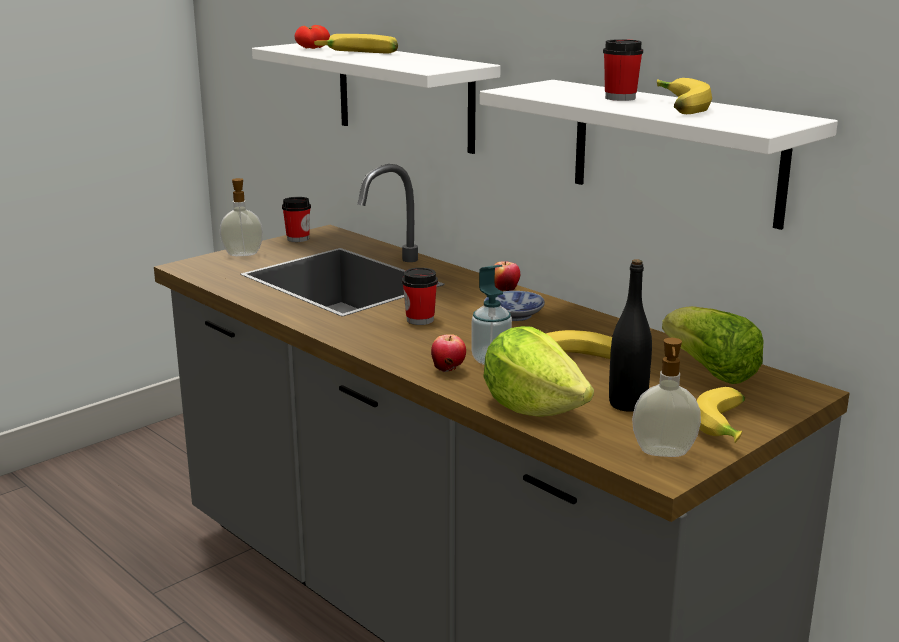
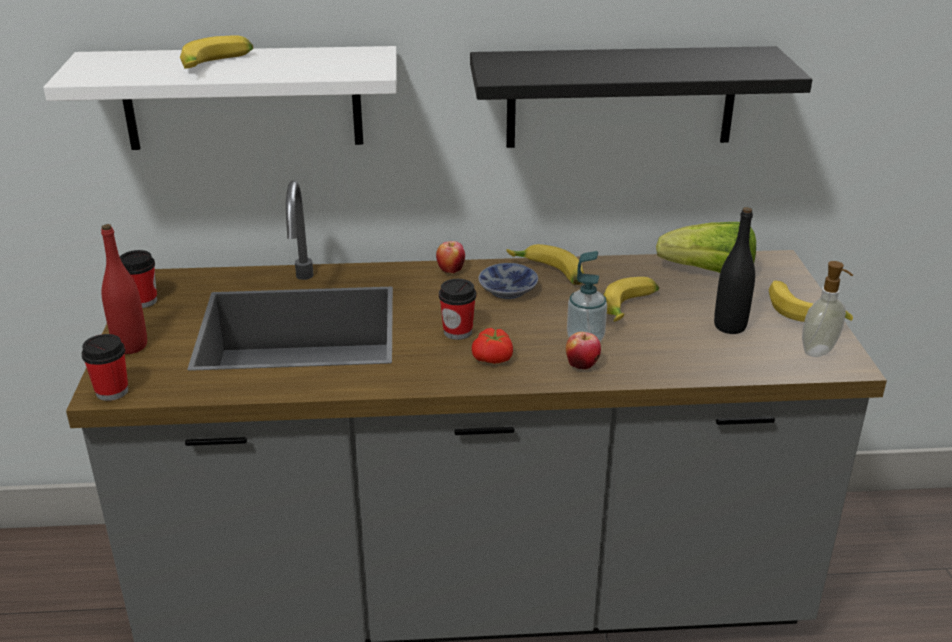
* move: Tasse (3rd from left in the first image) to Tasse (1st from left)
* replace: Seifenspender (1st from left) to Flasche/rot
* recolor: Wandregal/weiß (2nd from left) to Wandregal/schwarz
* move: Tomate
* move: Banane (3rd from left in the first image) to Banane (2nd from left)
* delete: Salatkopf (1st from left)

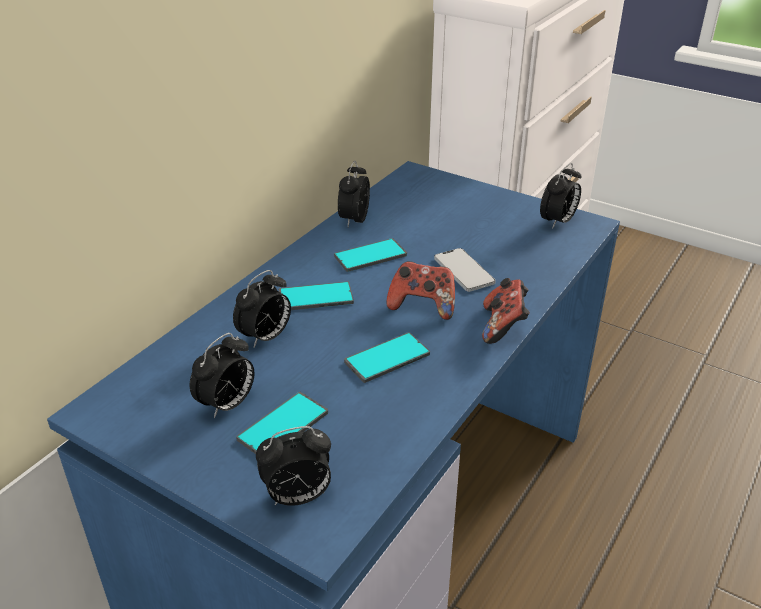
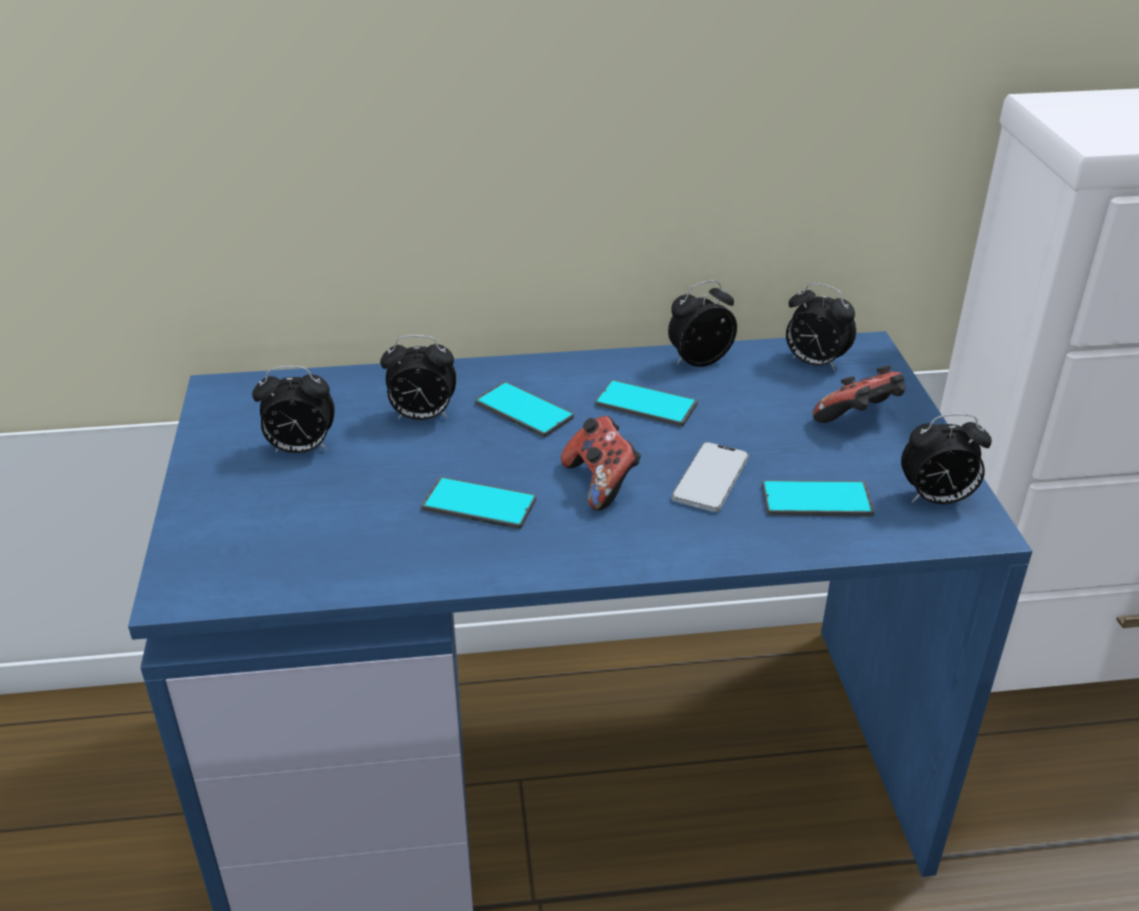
* move: Handy (1st from left in the first image) to Handy (5th from left)
* move: Wecker (3rd from left in the first image) to Wecker (4th from left)
* move: Gamepad (2nd from left)

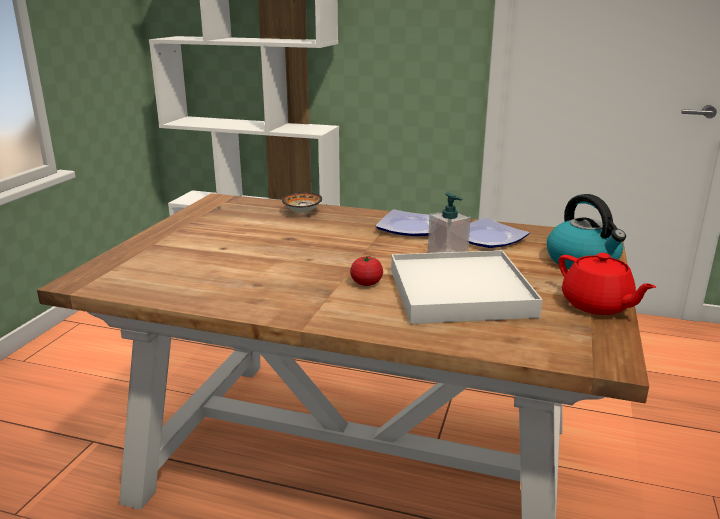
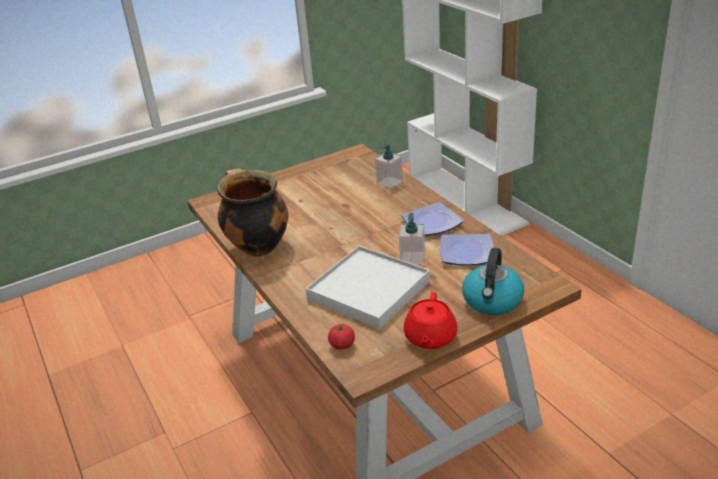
* insert: Kochtopf
* move: Tomate
* replace: Schüssel to Seifenspender (1st from left)

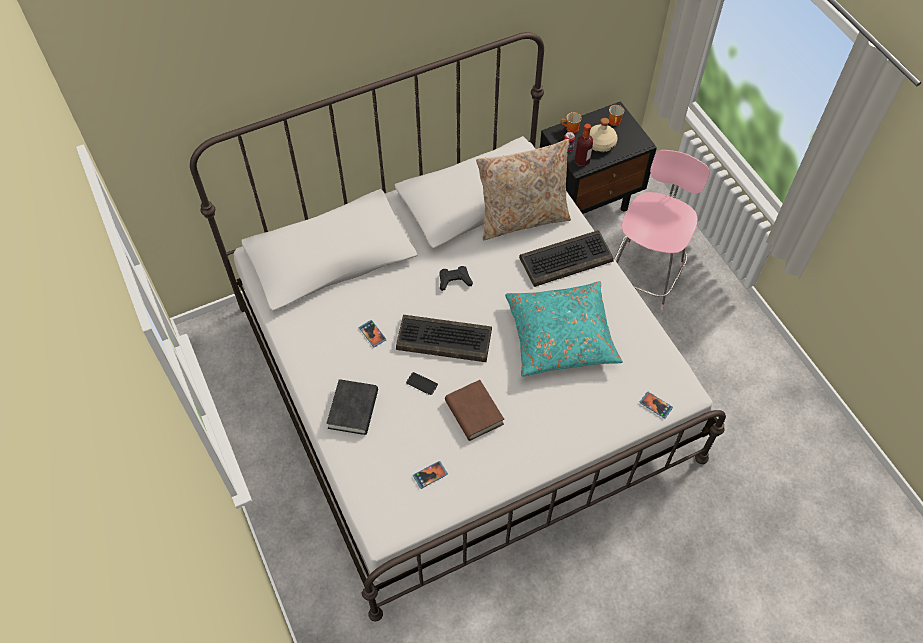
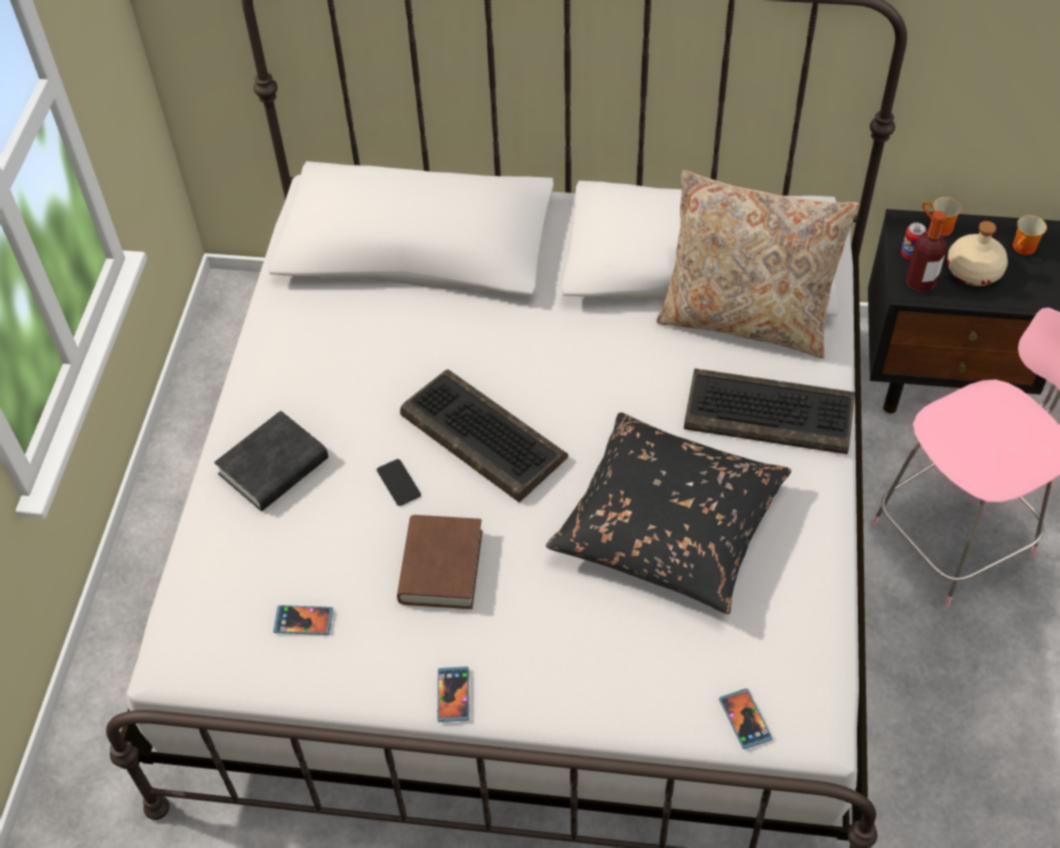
* move: Handy (1st from left in the first image) to Handy (3rd from left)
* recolor: Kissen/türkis to Kissen/schwarz
* delete: Gamepad/schwarz

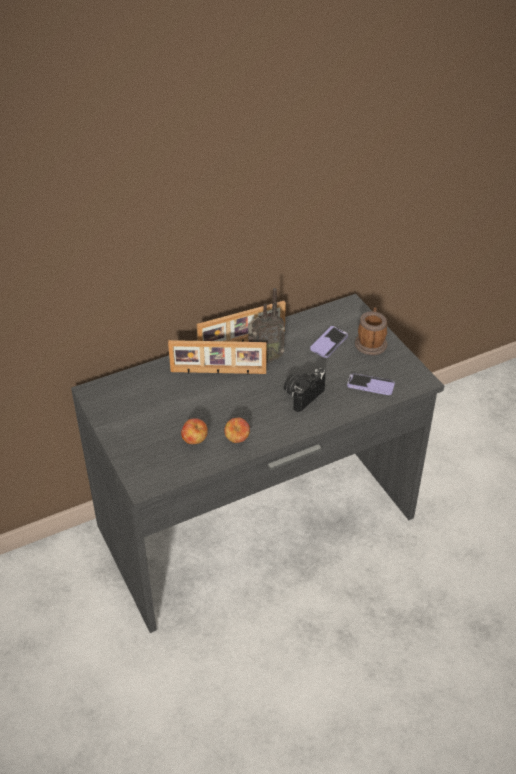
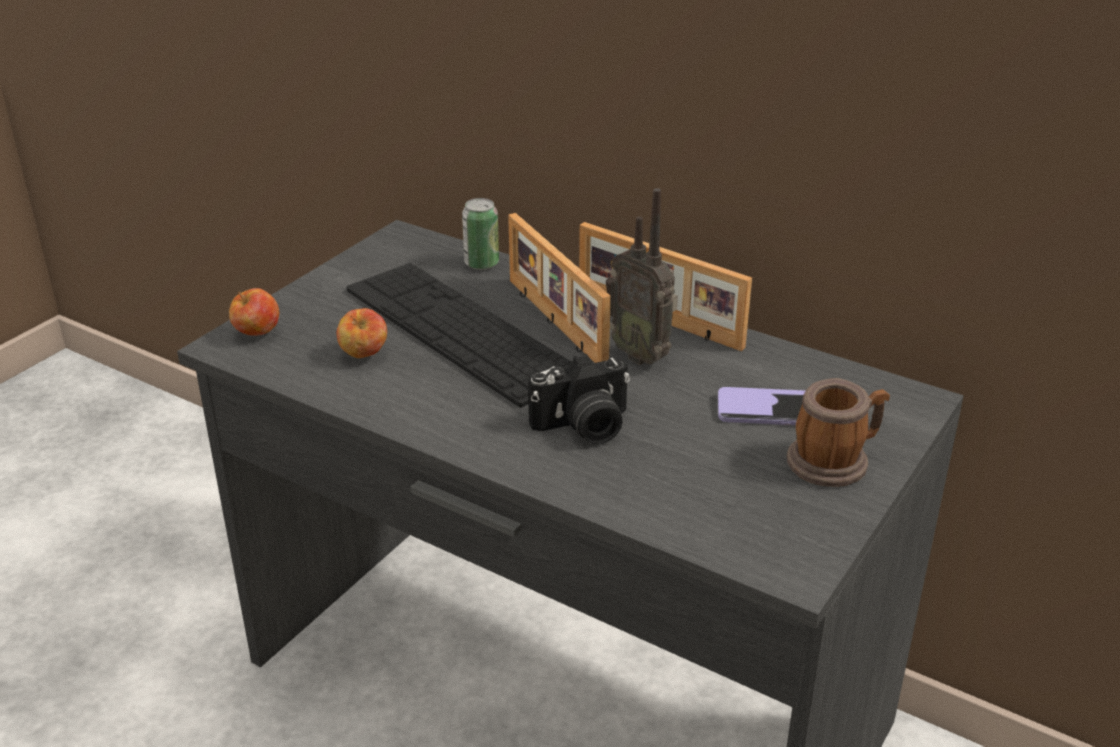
* move: Apfel (2nd from left in the first image) to Apfel (1st from left)
* insert: Tastatur
* insert: Dose
* rotate: Kamera 150 degrees clockwise
* delete: Handy (2nd from left)

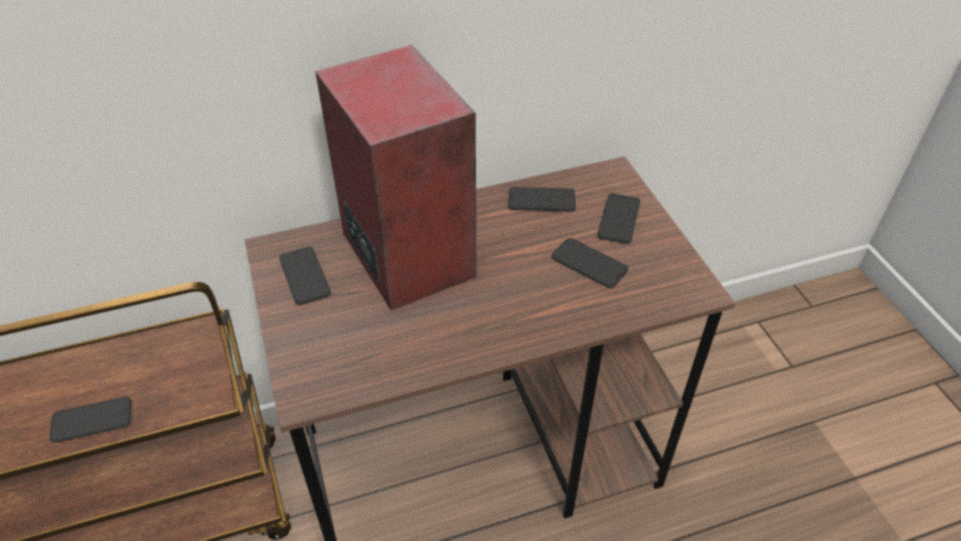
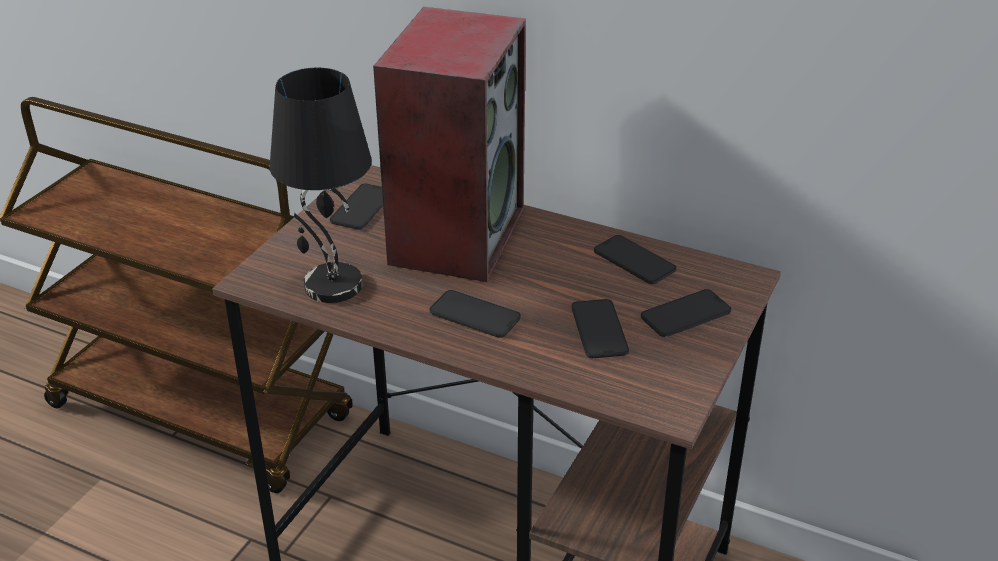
* insert: Tischlampe/schwarz
* move: Handy (1st from left in the first image) to Handy (2nd from left)

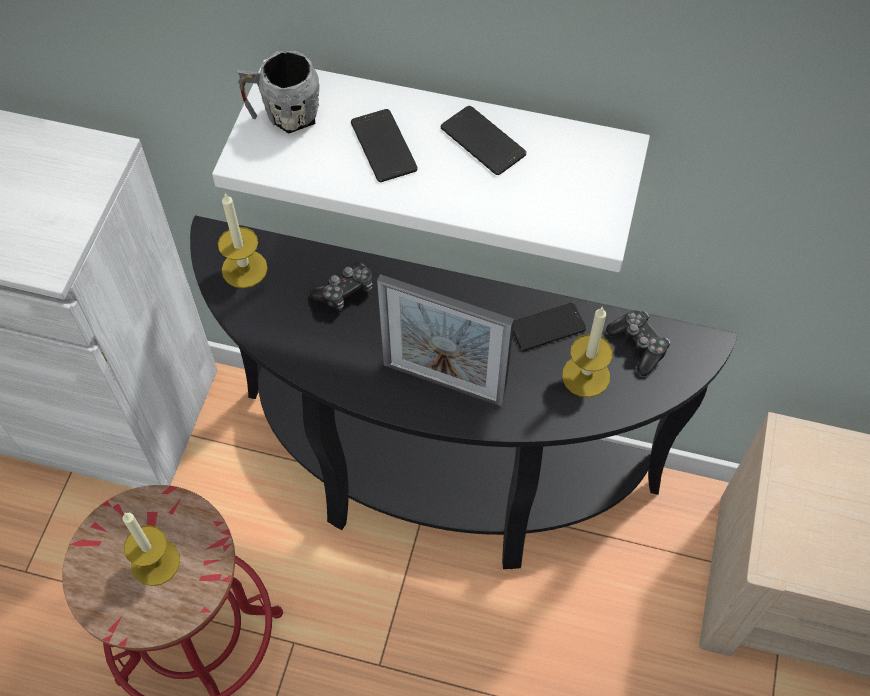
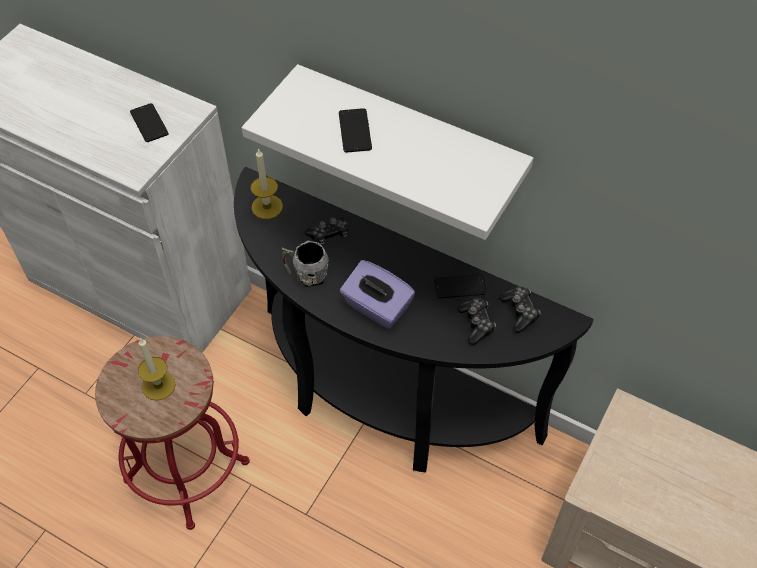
* move: Handy (2nd from left in the first image) to Handy (1st from left)
* move: Henkelbecher/grau
* replace: Bilderrahmen to Taschentuchbox/lila
* replace: Kerze (3rd from left) to Gamepad (2nd from left)

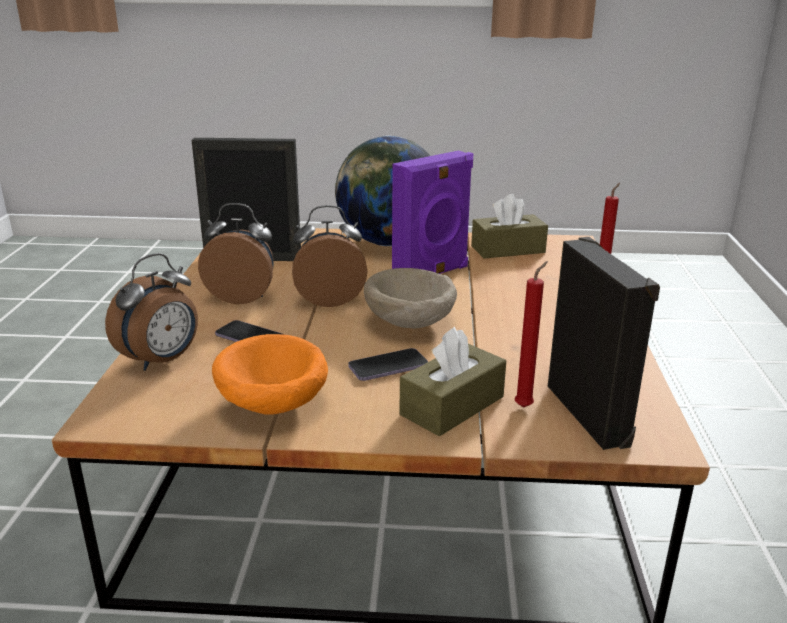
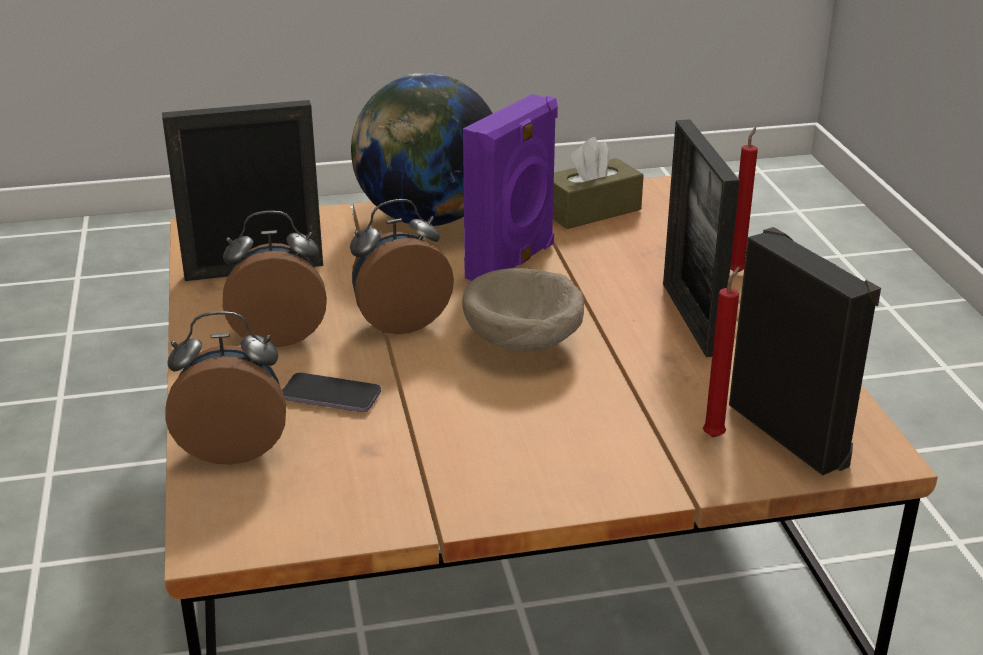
* rotate: Wecker (1st from left) 120 degrees counterclockwise
* insert: Bilderrahmen (2nd from left)
* delete: Schüssel/orange
* delete: Handy (2nd from left)
* delete: Taschentuchbox/braun (1st from left)

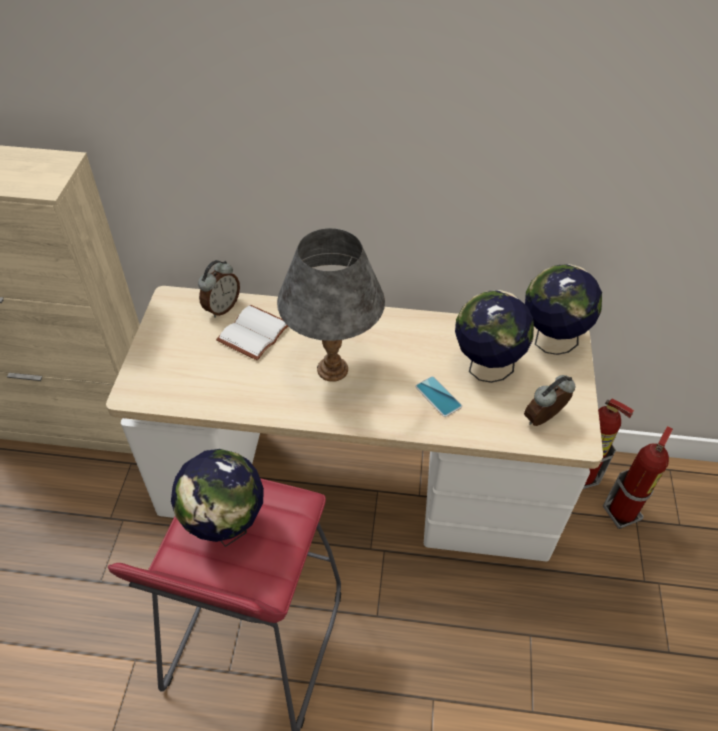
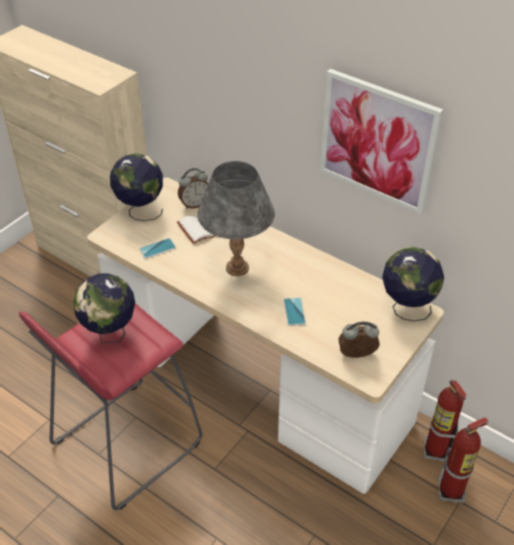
* move: Globus (2nd from left)
* insert: Handy (1st from left)
* insert: Bild

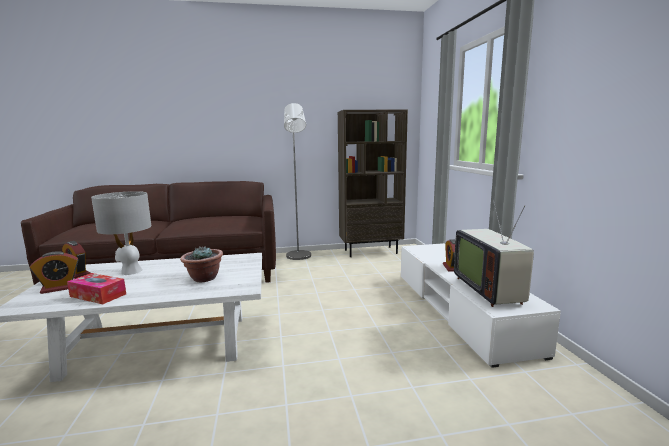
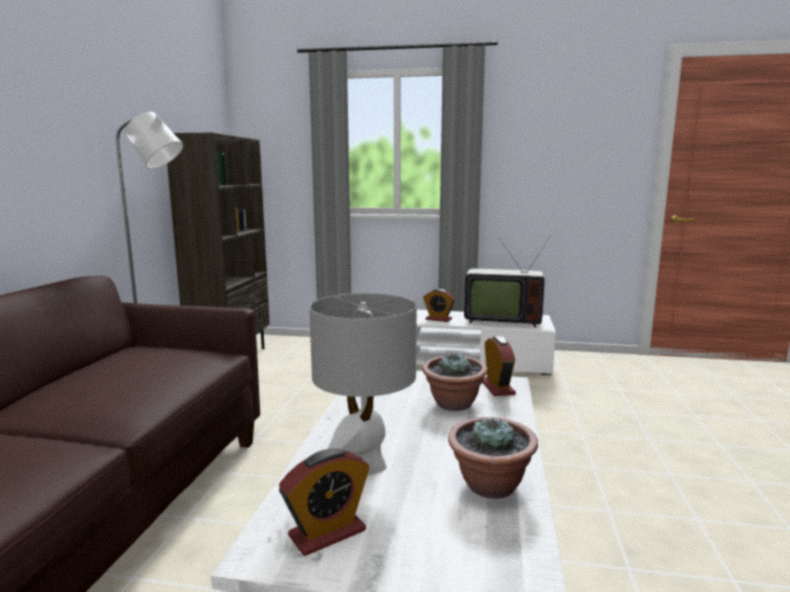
* replace: Taschentuchbox to Topfpflanze (2nd from left)
* move: Wecker (1st from left in the first image) to Wecker (3rd from left)

